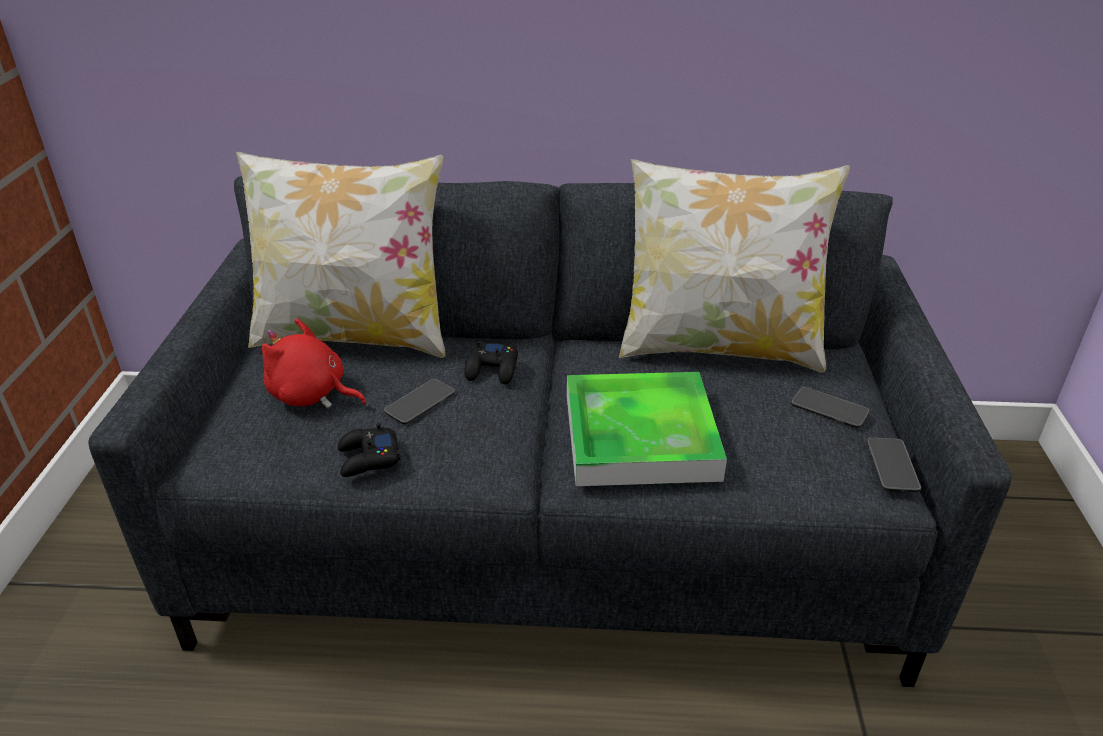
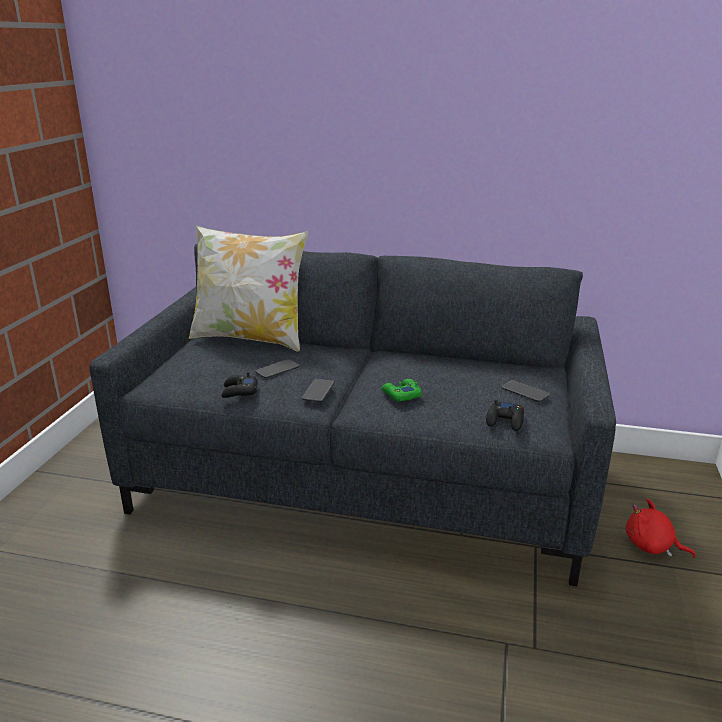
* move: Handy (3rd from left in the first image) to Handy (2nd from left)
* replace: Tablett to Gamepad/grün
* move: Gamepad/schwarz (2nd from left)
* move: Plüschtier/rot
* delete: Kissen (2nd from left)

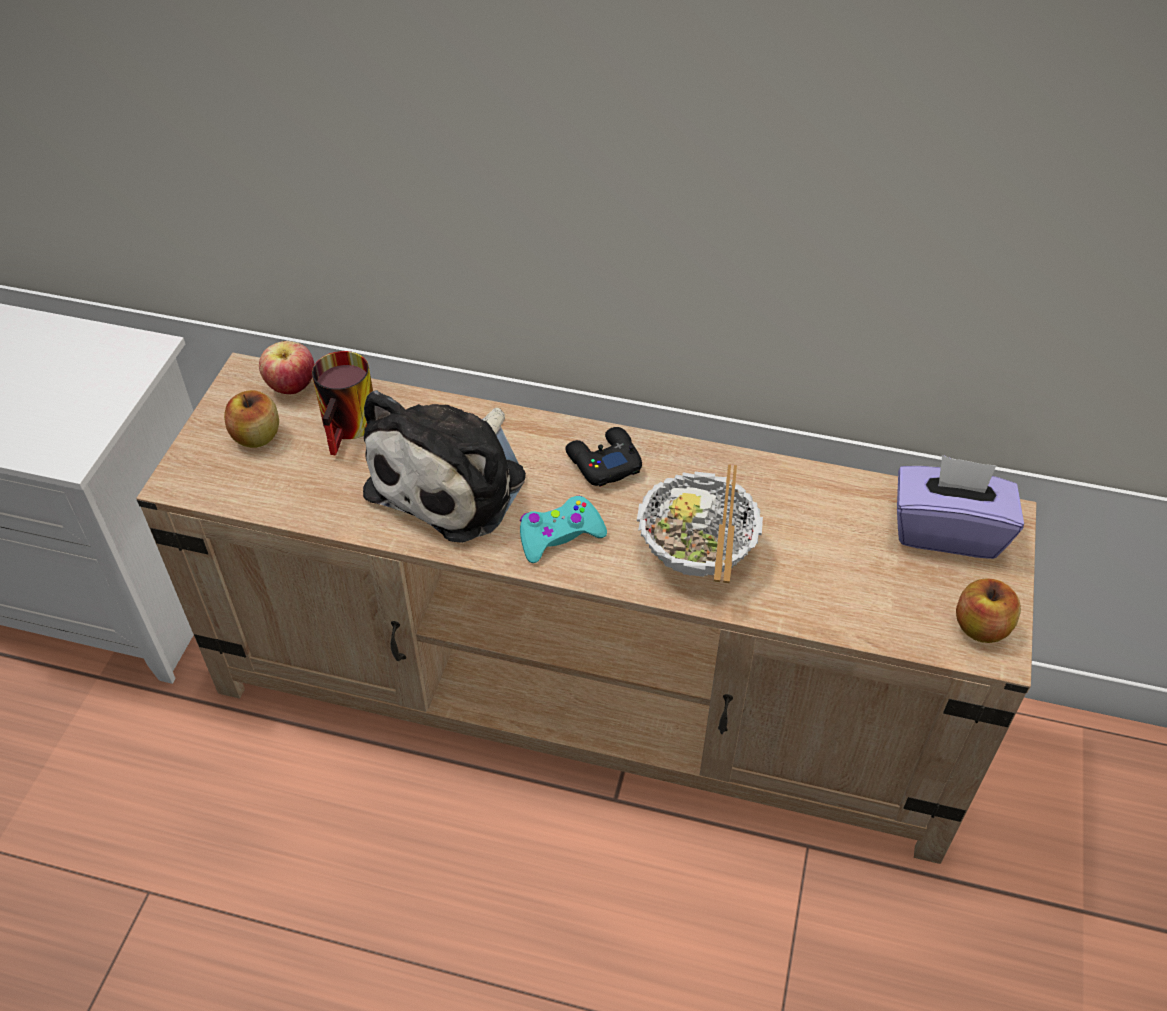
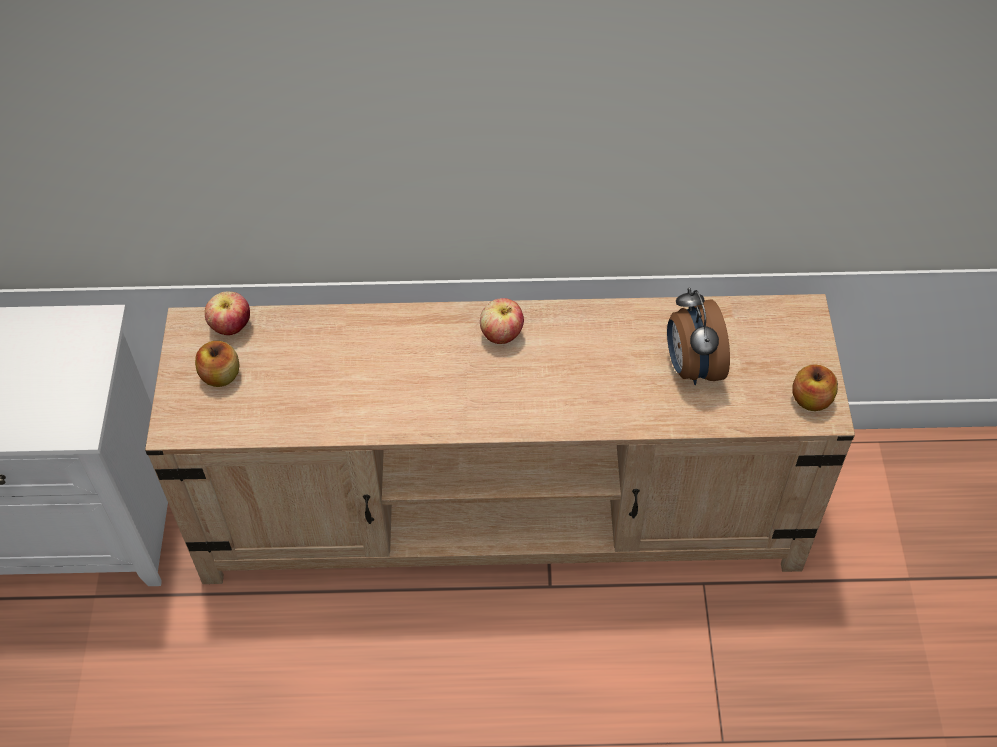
* replace: Gamepad/schwarz to Apfel (3rd from left)
* insert: Wecker
* delete: Henkelbecher
* delete: Plüschtier
* delete: Gamepad/türkis
* delete: Schüssel
* delete: Taschentuchbox/lila

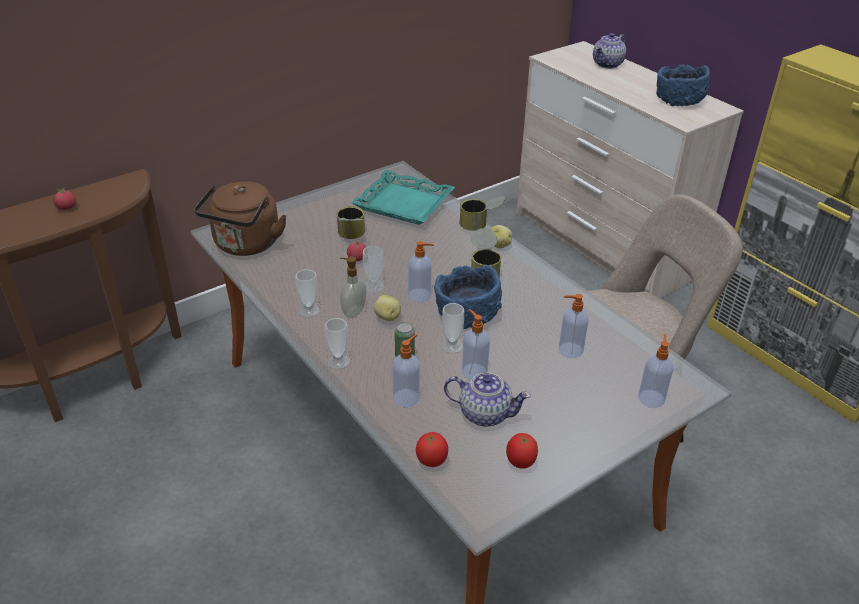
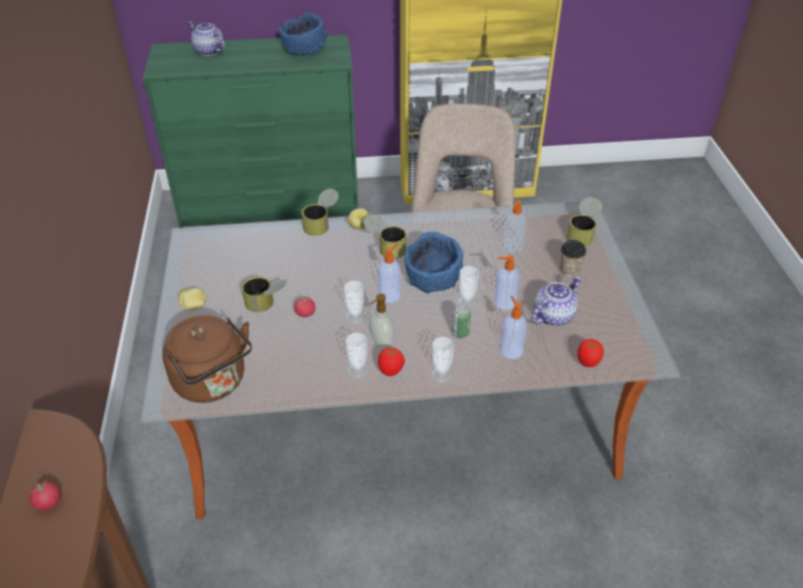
* recolor: Kommode/beige to Kommode/grün
* move: Kartoffel (1st from left)
* rotate: Teekanne (2nd from left in the first image) 150 degrees clockwise
* move: Tomate (4th from left in the first image) to Tomate (3rd from left)
* insert: Tasse (5th from left)
* replace: Seifenspender (6th from left) to Dose (5th from left)
* delete: Tablett/türkis

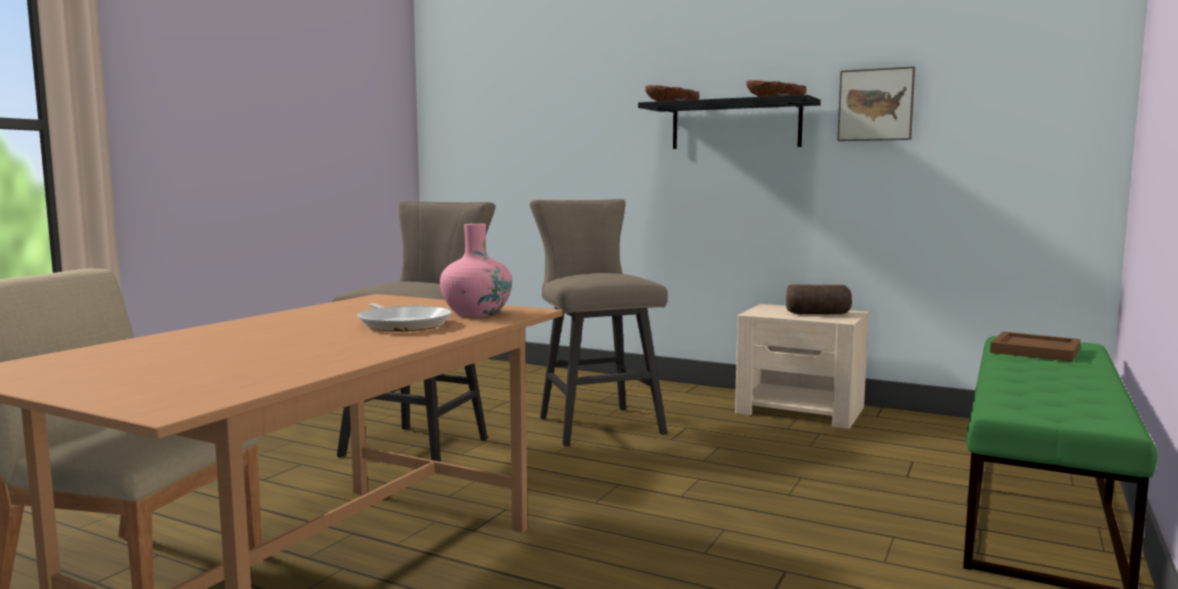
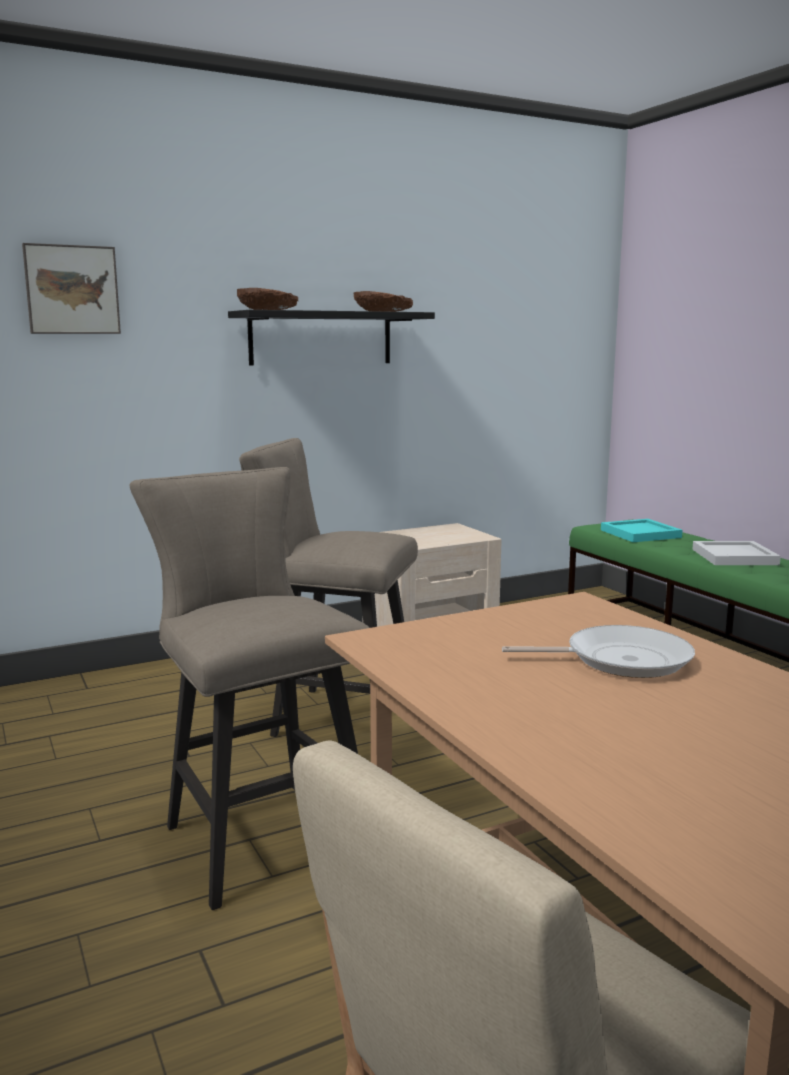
* move: Bild
* recolor: Tablett/braun to Tablett/türkis
* insert: Tablett/weiß
* delete: Vase/rosa
* delete: Brot

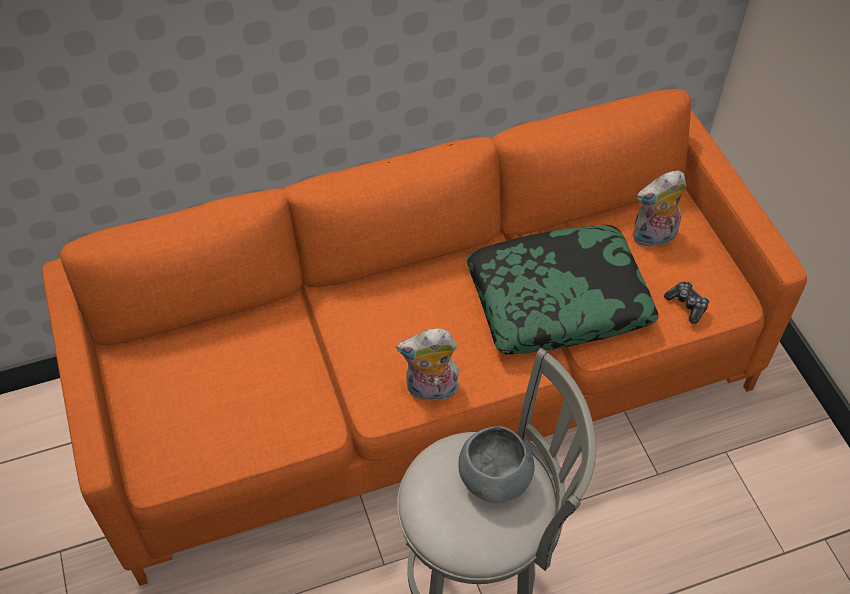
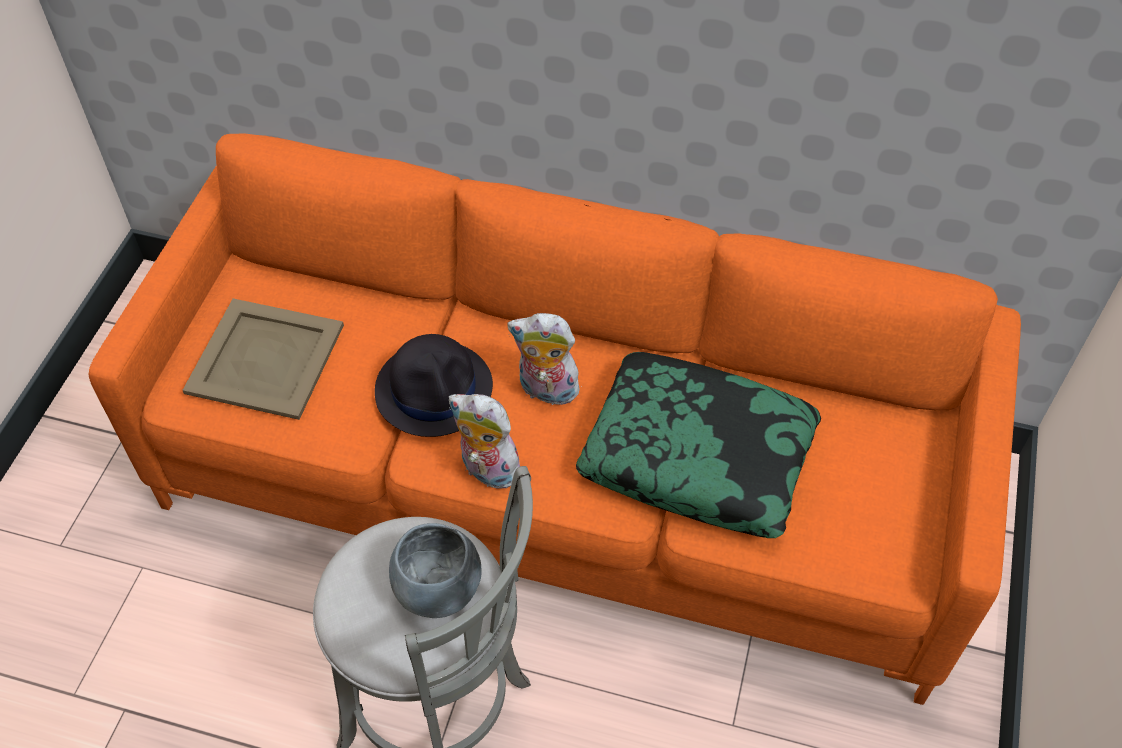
* insert: Tablett/beige
* insert: Hut/schwarz
* move: Plüschtier (2nd from left)
* delete: Gamepad

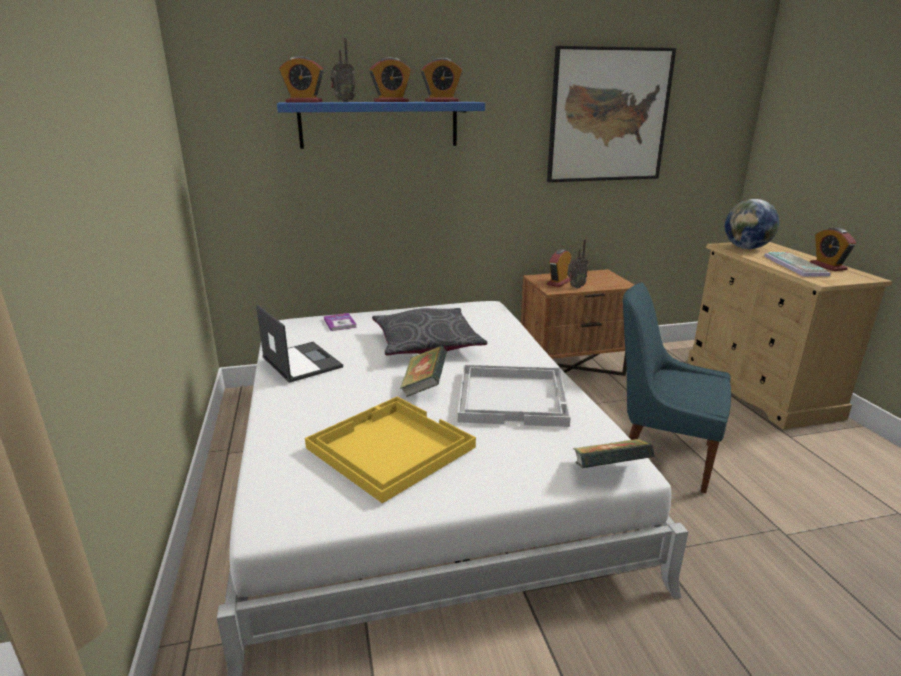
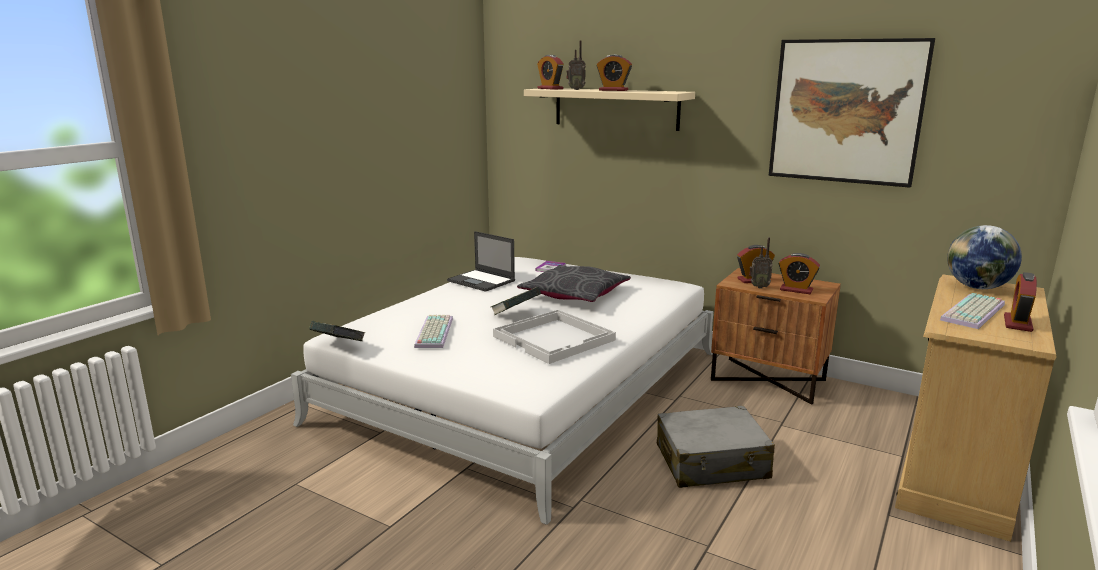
* move: Buch (3rd from left in the first image) to Buch (1st from left)
* replace: Tablett/gelb to Tastatur (1st from left)
* rotate: Laptop 120 degrees clockwise
* recolor: Wandregal/blau to Wandregal/beige
* replace: Stuhl/blau to Koffer/grau
* move: Wecker (3rd from left in the first image) to Wecker (4th from left)

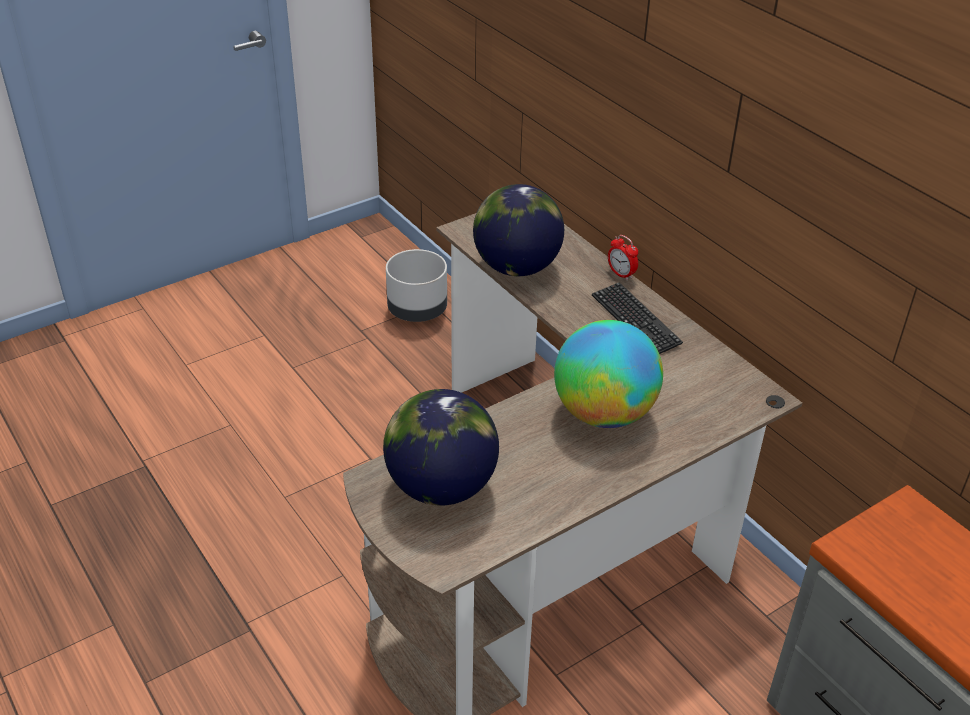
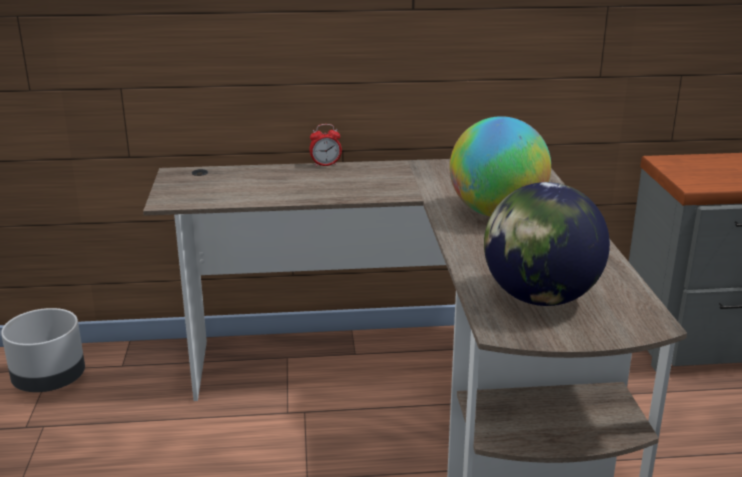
* delete: Globus (2nd from left)
* delete: Tastatur

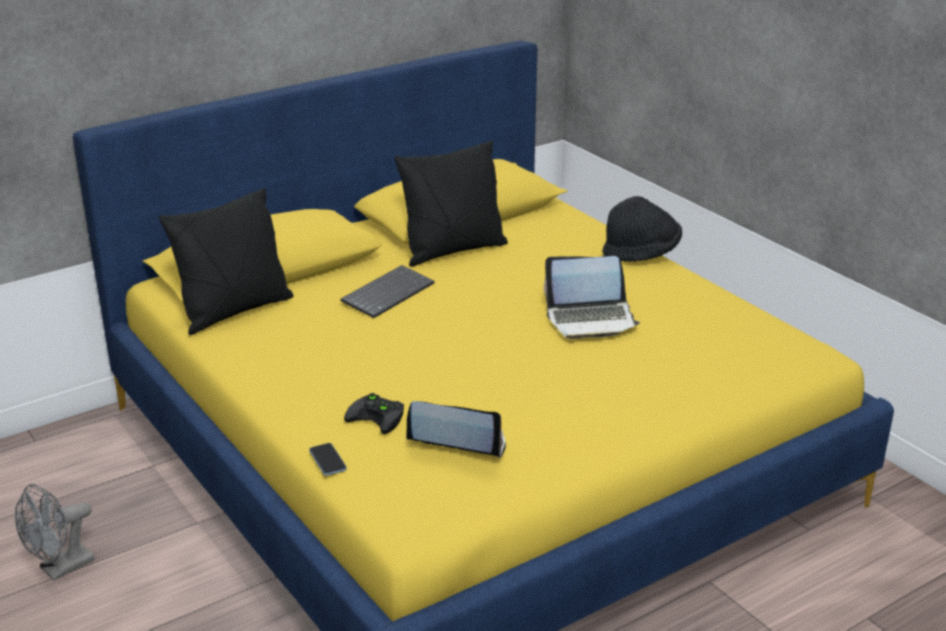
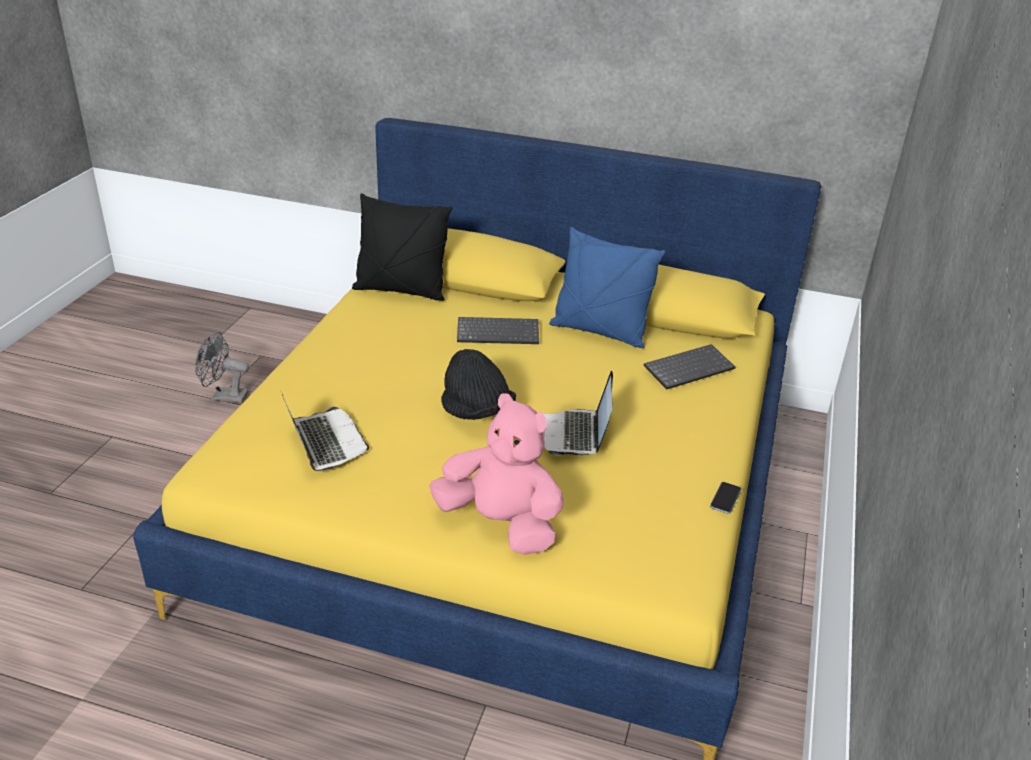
* insert: Plüschtier/rosa
* move: Hut/schwarz
* rotate: Laptop (2nd from left) 45 degrees clockwise
* recolor: Kissen/schwarz (2nd from left) to Kissen/blau
* insert: Tastatur (2nd from left)
* move: Handy
* delete: Gamepad/schwarz

